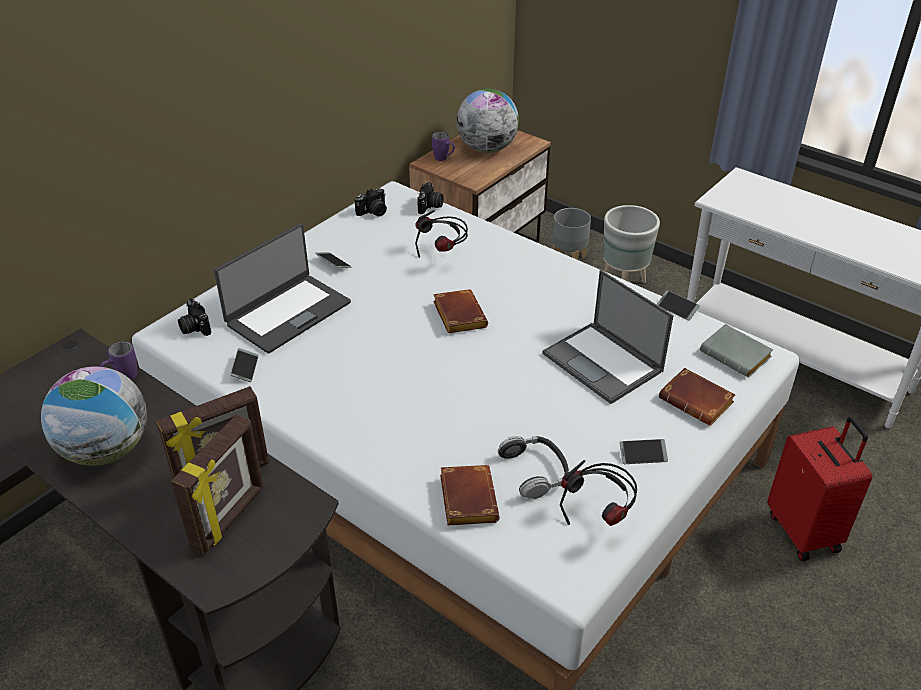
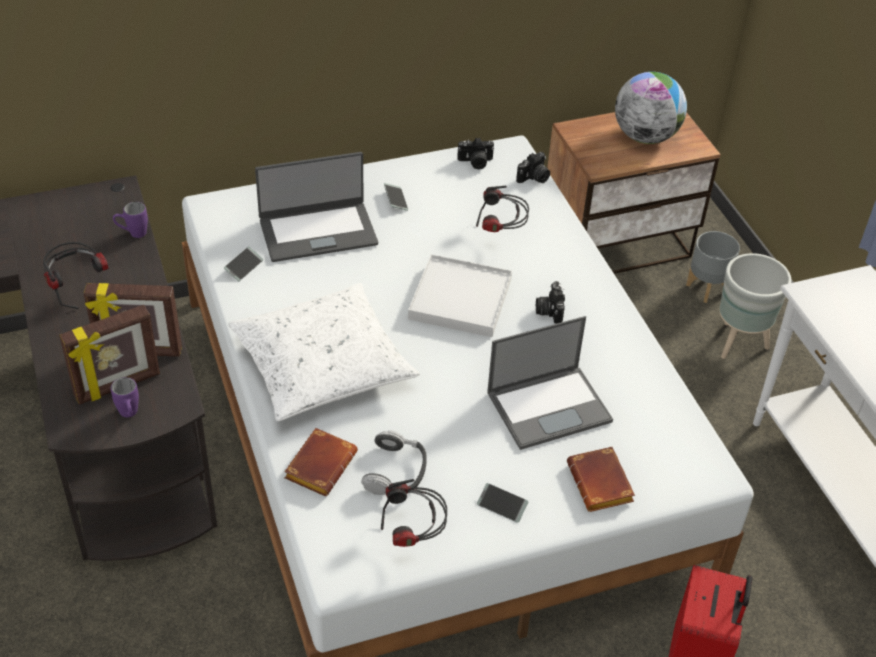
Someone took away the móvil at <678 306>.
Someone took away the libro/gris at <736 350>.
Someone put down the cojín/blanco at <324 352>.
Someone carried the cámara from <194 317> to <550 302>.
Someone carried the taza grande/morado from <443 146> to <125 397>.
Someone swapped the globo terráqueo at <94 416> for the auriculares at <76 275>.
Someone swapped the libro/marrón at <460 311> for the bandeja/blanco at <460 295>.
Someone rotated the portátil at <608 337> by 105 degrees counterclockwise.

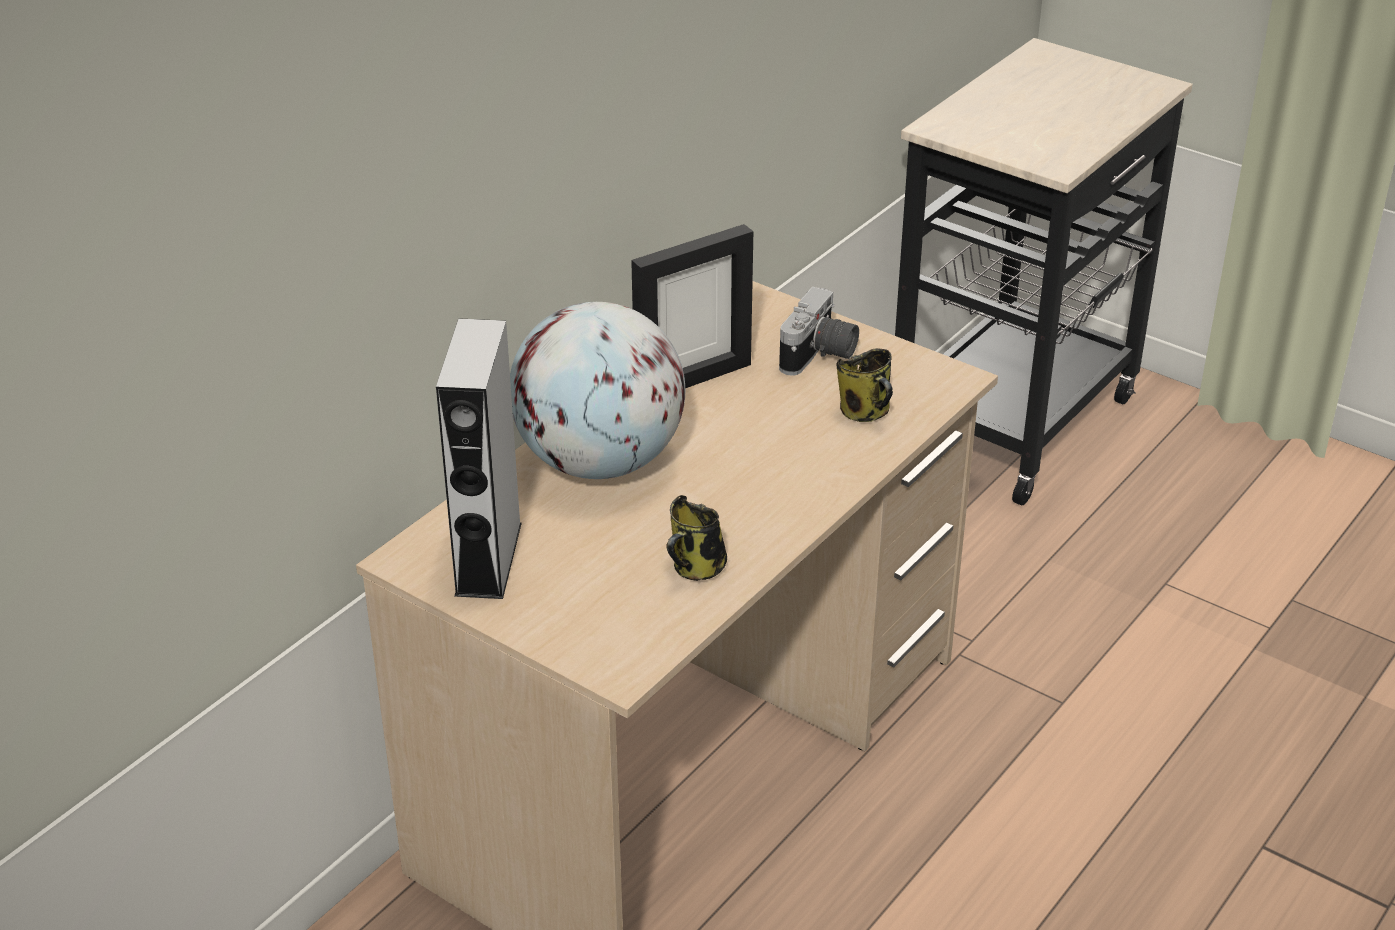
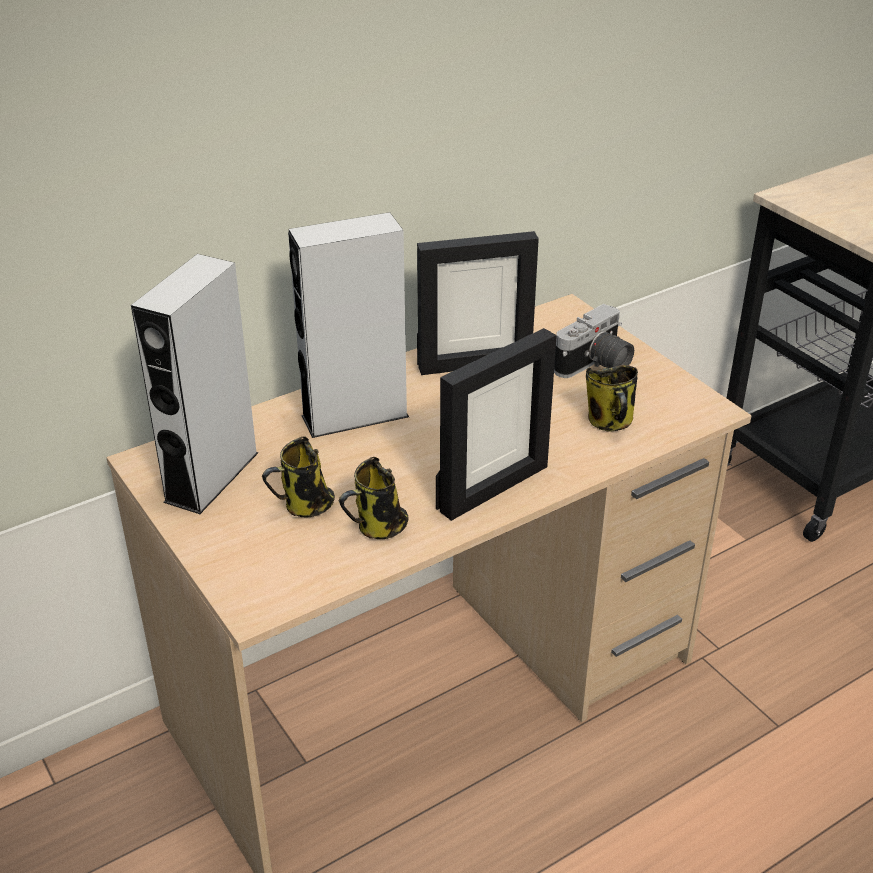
Someone put down the taza grande at <298 477>.
Someone put down the portarretratos at <496 424>.
Someone swapped the globo terráqueo at <597 390> for the altavoz/gris at <348 325>.

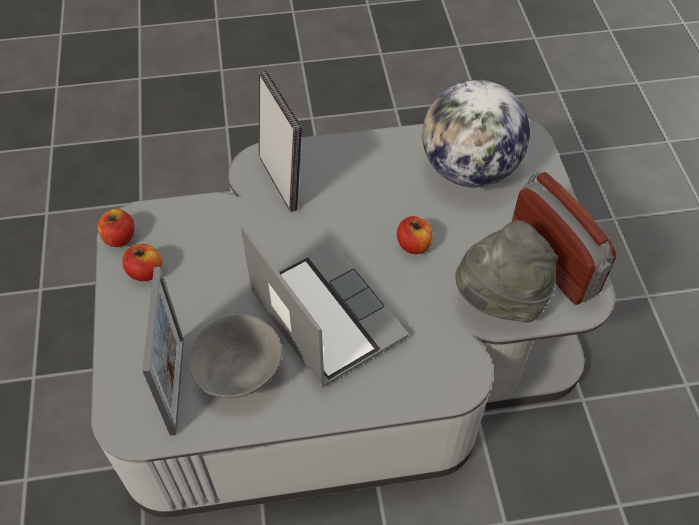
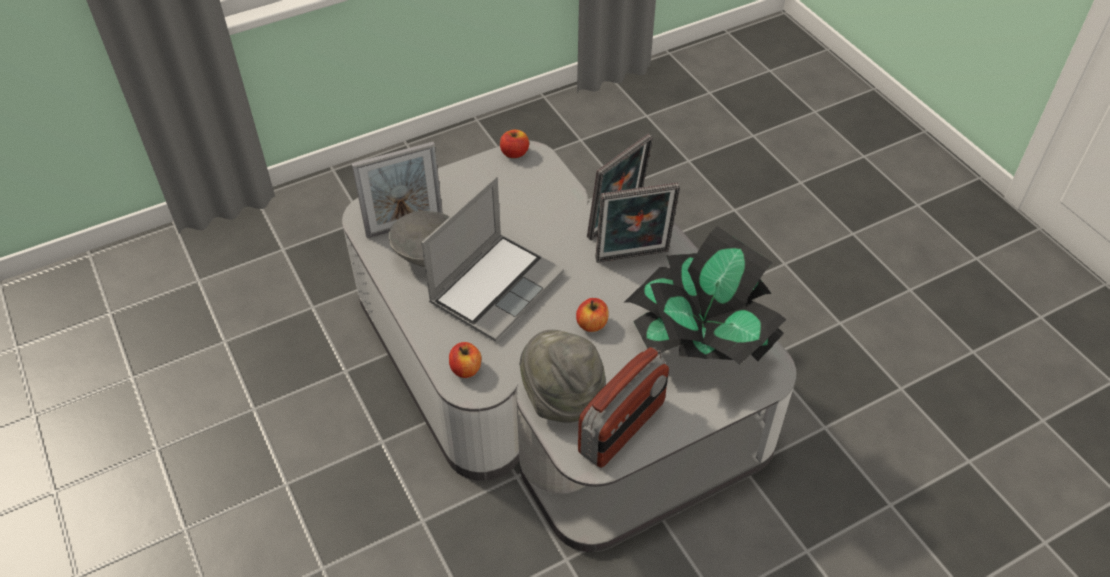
Someone put down the portarretratos at <637 222>.
Someone carried the manzana from <142 262> to <465 360>.
Someone swapped the globo terráqueo at <476 134> for the planta en maceta at <705 295>.

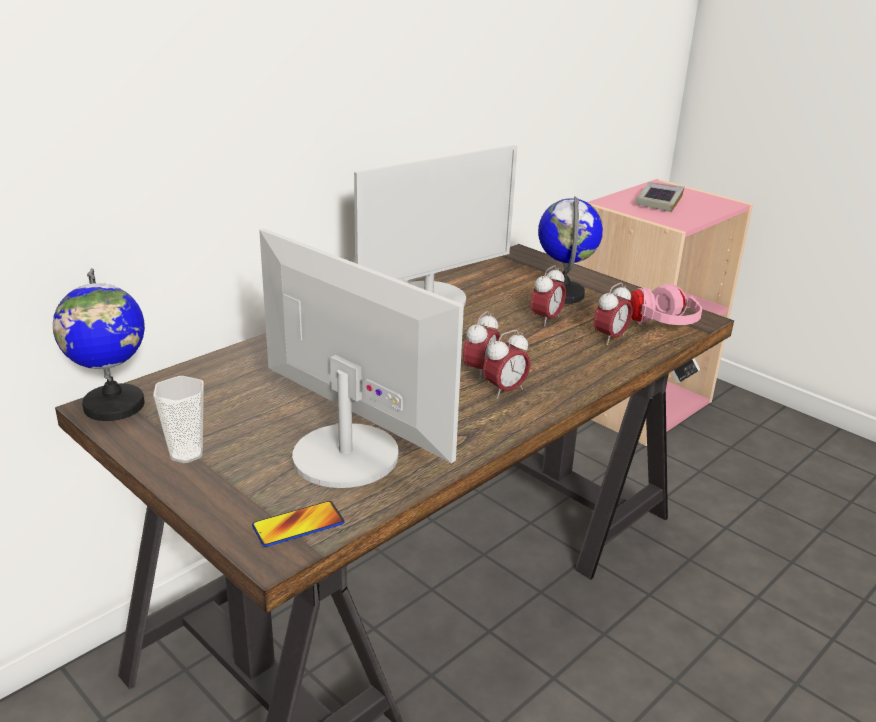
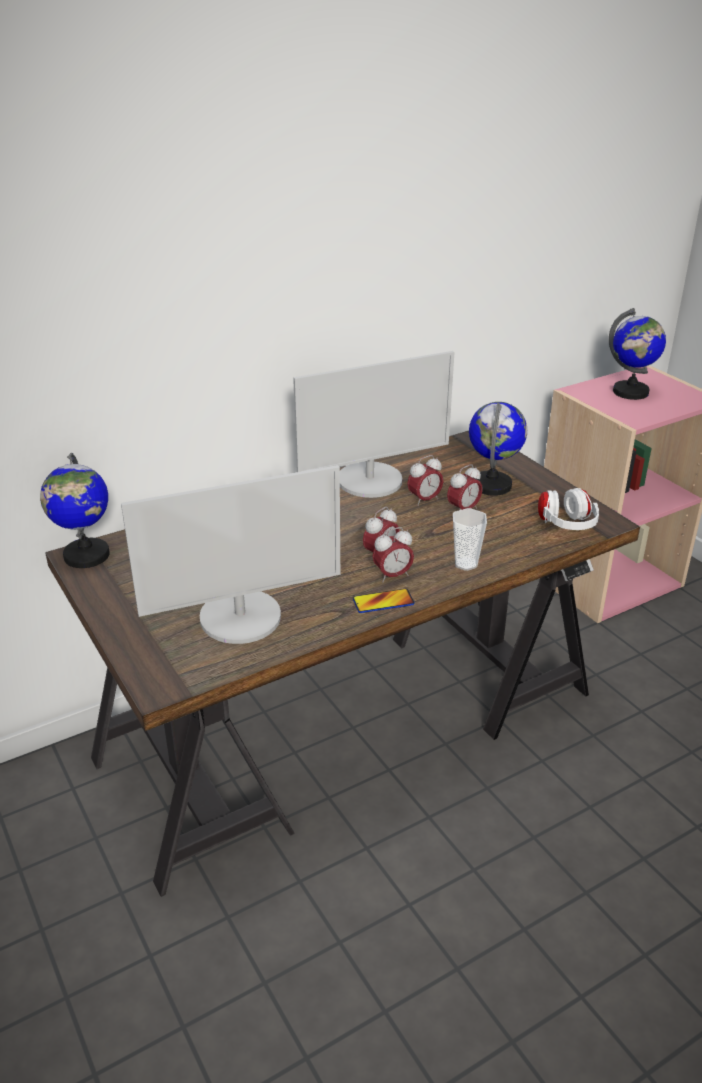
Someone carried the taza from <178 419> to <470 539>.
Someone carried the móvil from <298 524> to <384 601>.
Someone carried the despertador from <613 314> to <425 480>.
Someone swapped the libro at <660 197> for the globo terráqueo at <637 354>.
Someone repainted the auriculares/rosa at <665 304>, which became the auriculares/blanco at <568 509>.
Someone rotated the monitor at <361 358> by 105 degrees clockwise.

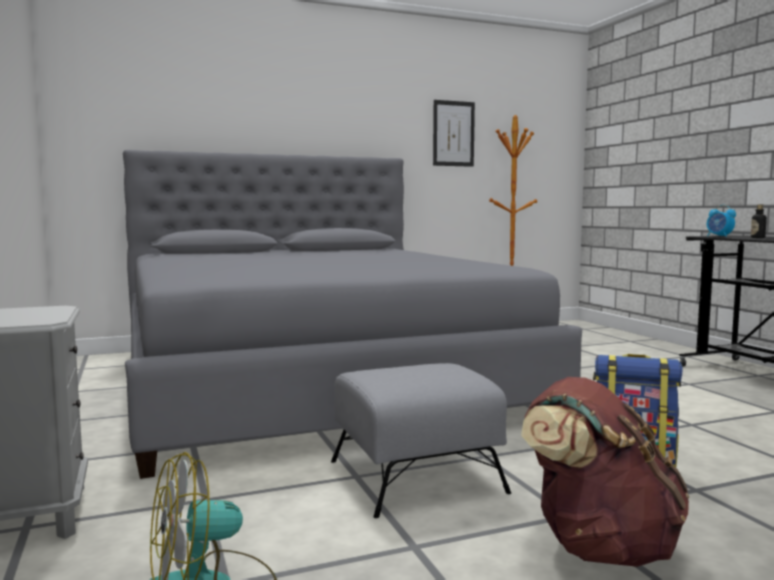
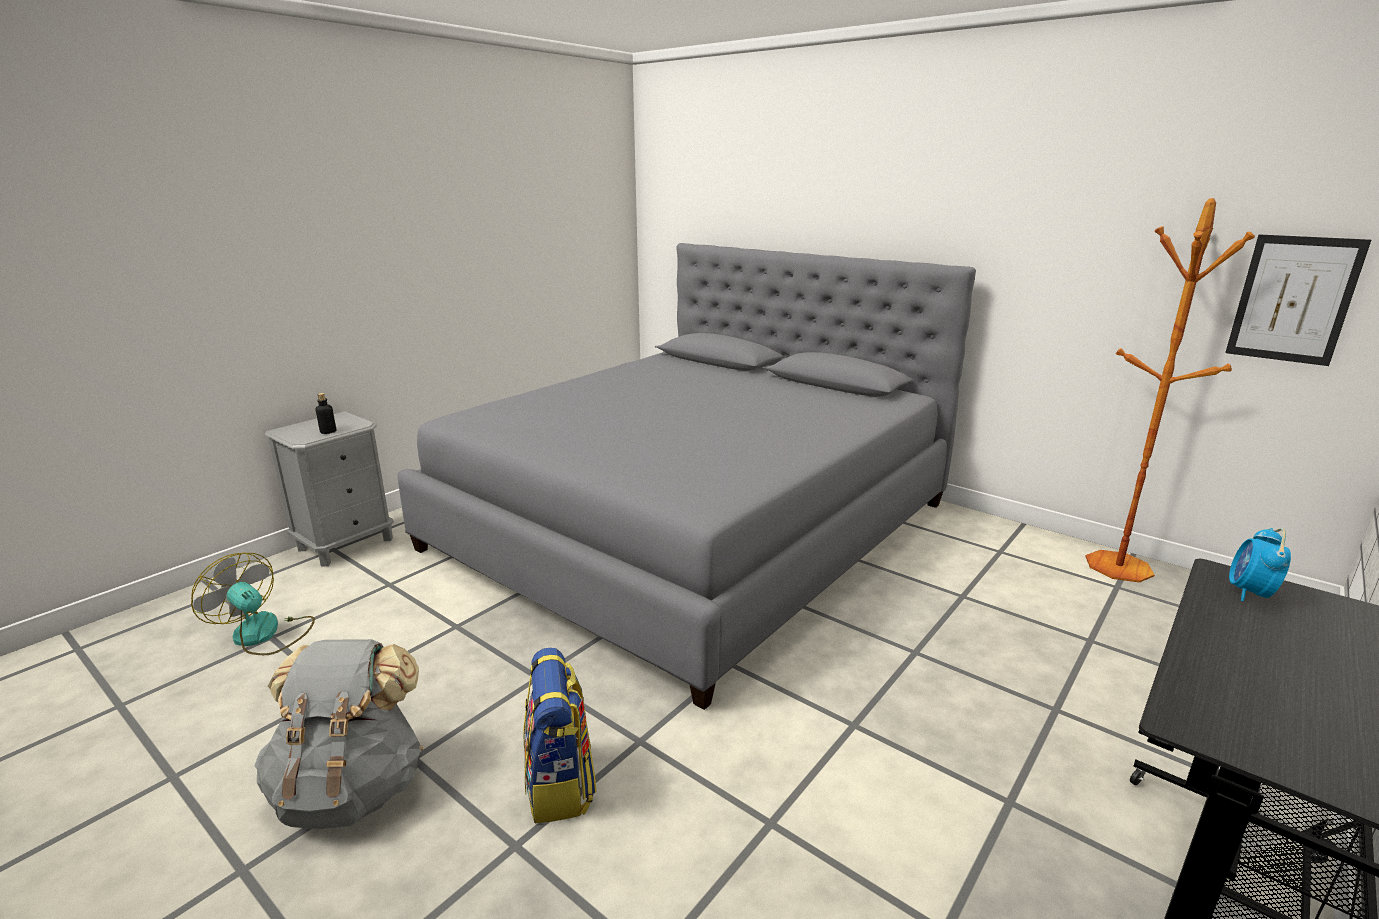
Someone took away the puf/gris at <421 440>.
Someone carried the cuadro from <454 133> to <1298 300>.
Someone carried the botella from <759 221> to <326 413>.
Someone repainted the mochila/marrón at <605 472>, which became the mochila/gris at <338 734>.

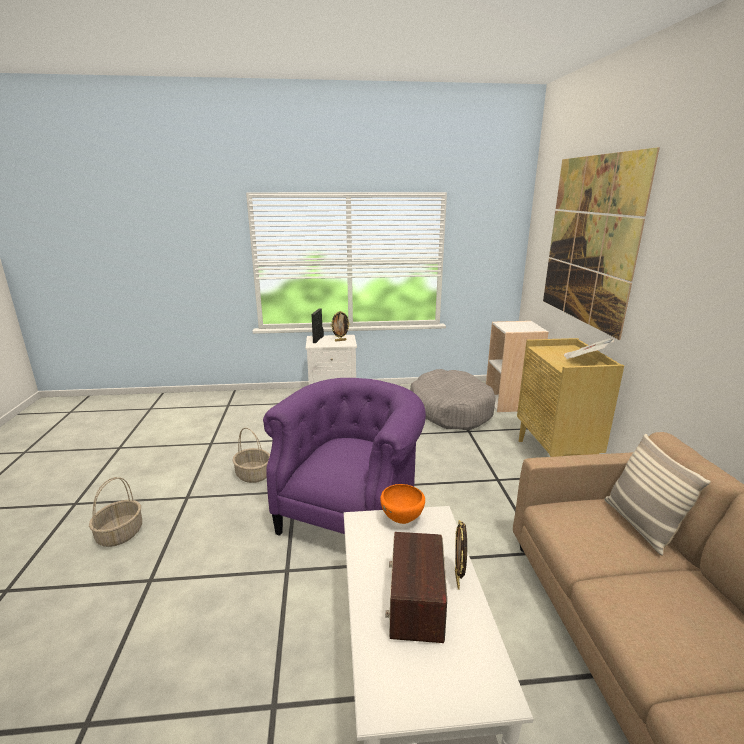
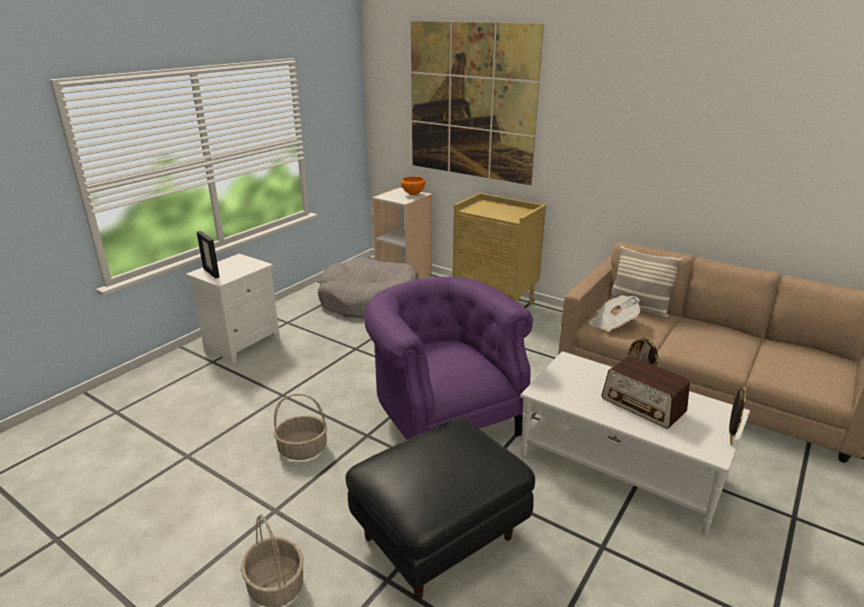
Someone put down the puf/negro at <440 509>.
Someone carried the portarretratos from <340 326> to <737 416>.
Someone carried the cuenco/naranja from <402 504> to <413 186>.
Someone carried the periódico from <589 349> to <615 313>.

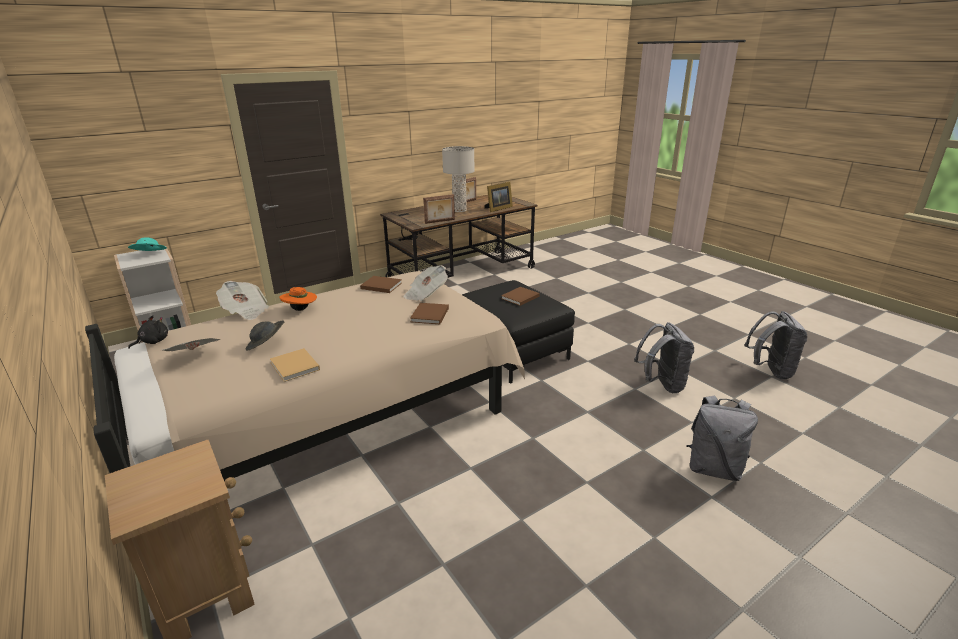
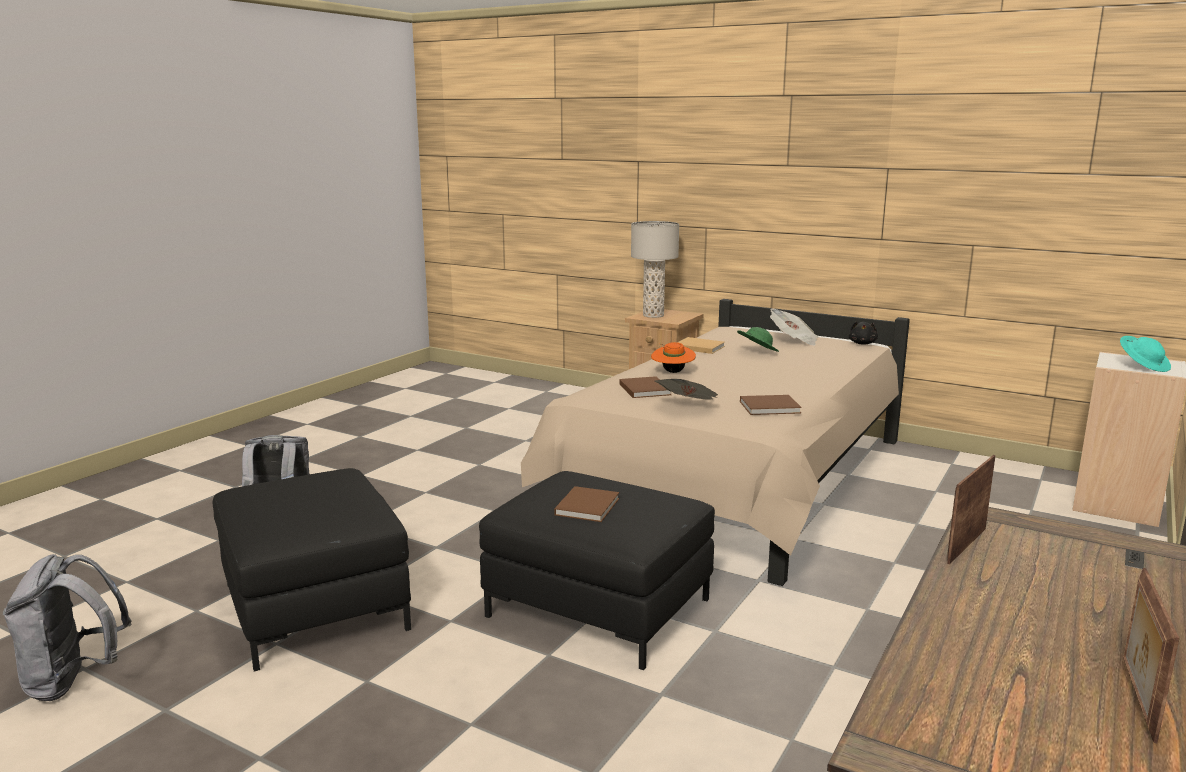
Someone took away the periódico at <242 300>.
Someone took away the portarretratos at <498 197>.
Someone carried the sombrero/naranja from <298 299> to <673 357>.
Someone carried the lámpara de mesa/blanco from <458 179> to <655 269>.
Someone swapped the mochila/gris at <664 357> for the puf/negro at <311 570>.
Someone repainted the sombrero/gris at <265 335>, which became the sombrero/verde at <758 339>.

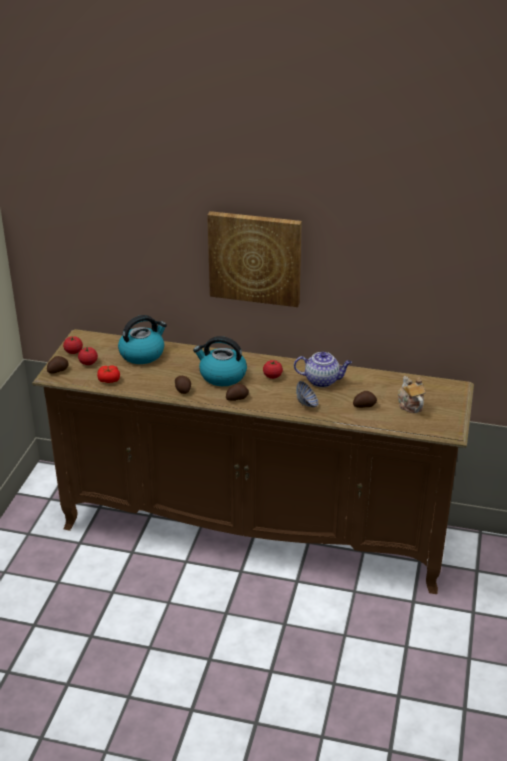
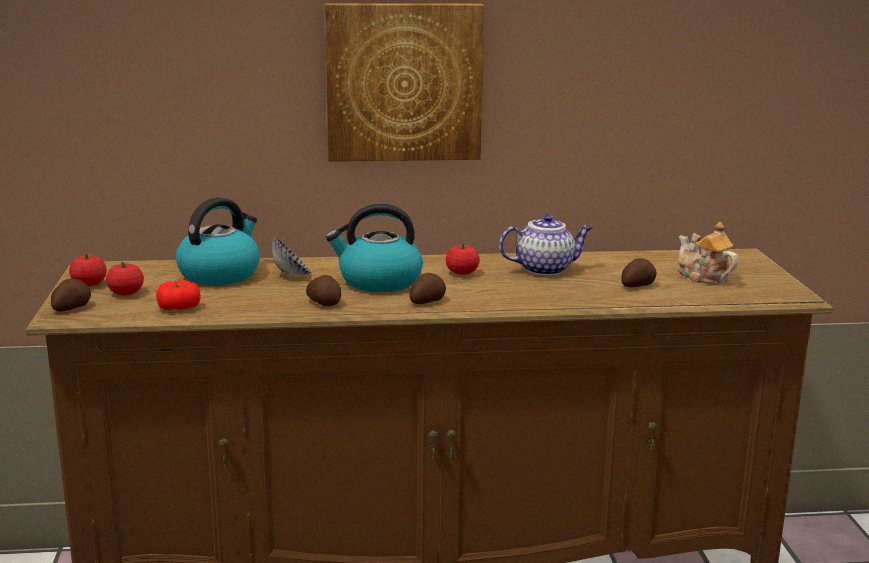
Someone carried the cuenco from <307 394> to <291 256>.

